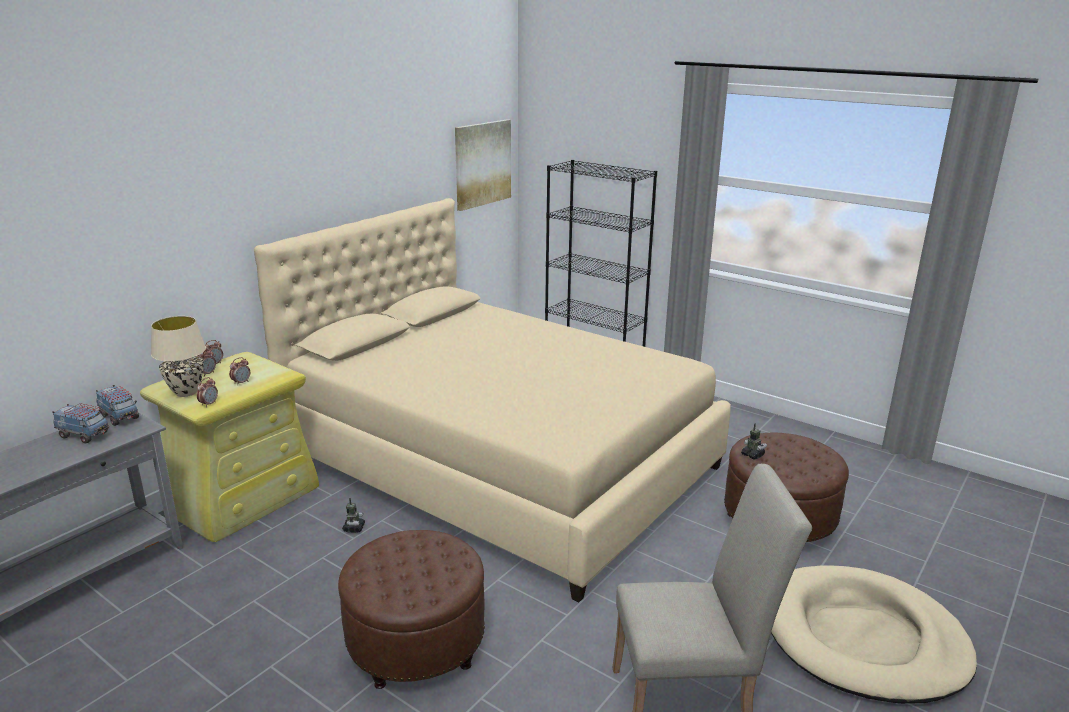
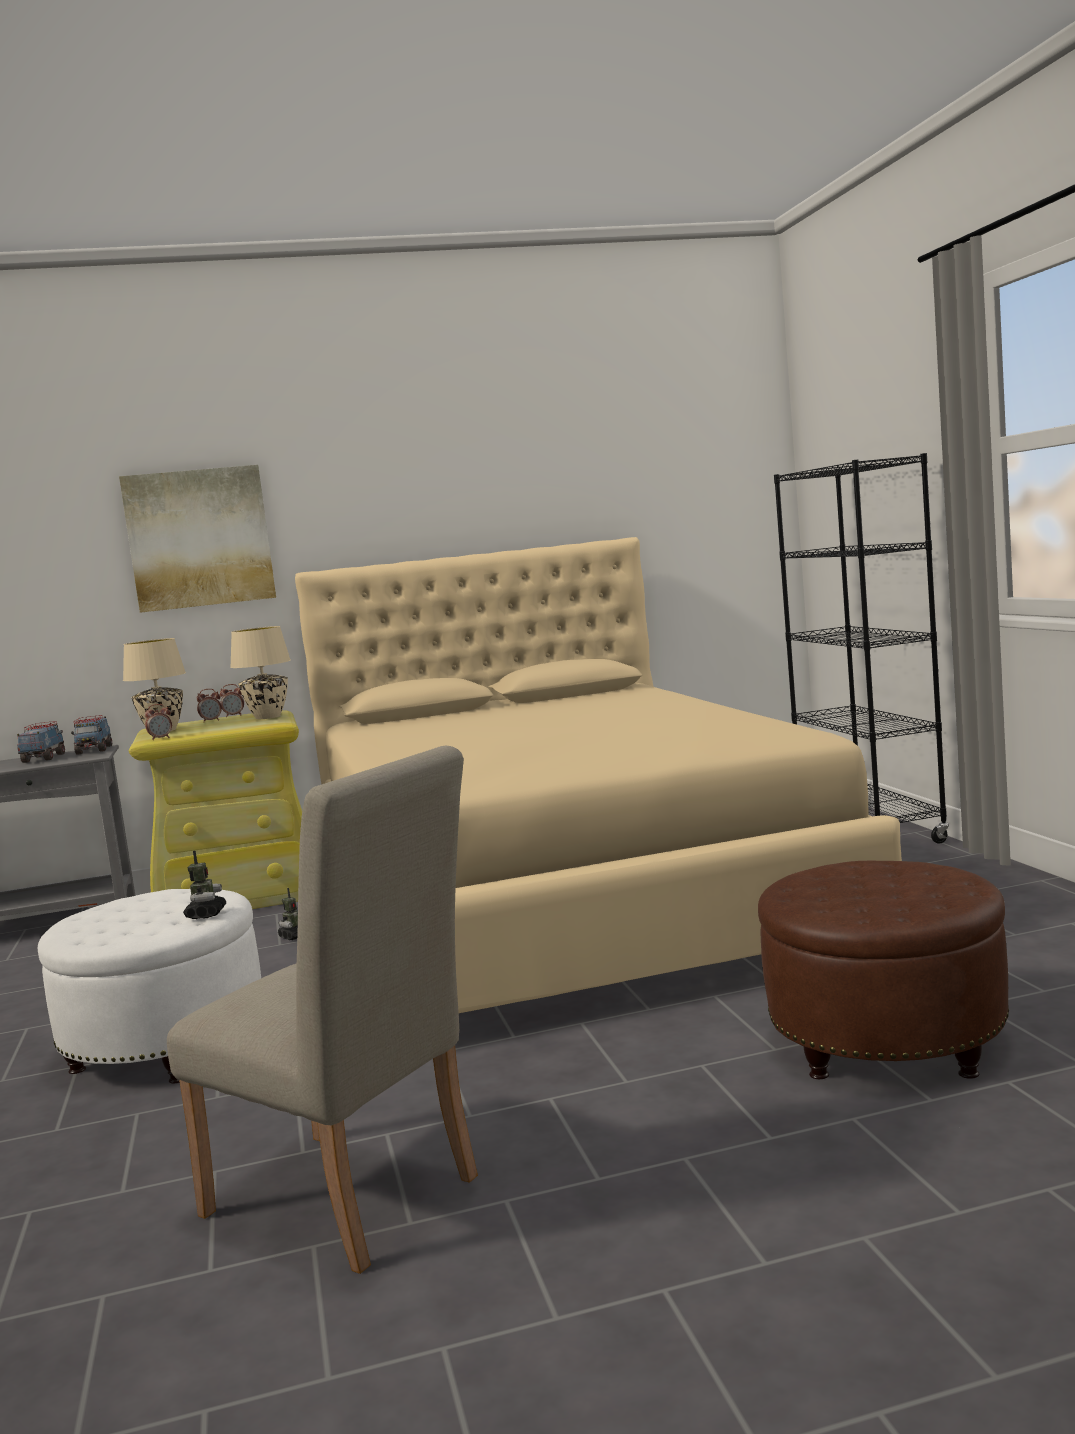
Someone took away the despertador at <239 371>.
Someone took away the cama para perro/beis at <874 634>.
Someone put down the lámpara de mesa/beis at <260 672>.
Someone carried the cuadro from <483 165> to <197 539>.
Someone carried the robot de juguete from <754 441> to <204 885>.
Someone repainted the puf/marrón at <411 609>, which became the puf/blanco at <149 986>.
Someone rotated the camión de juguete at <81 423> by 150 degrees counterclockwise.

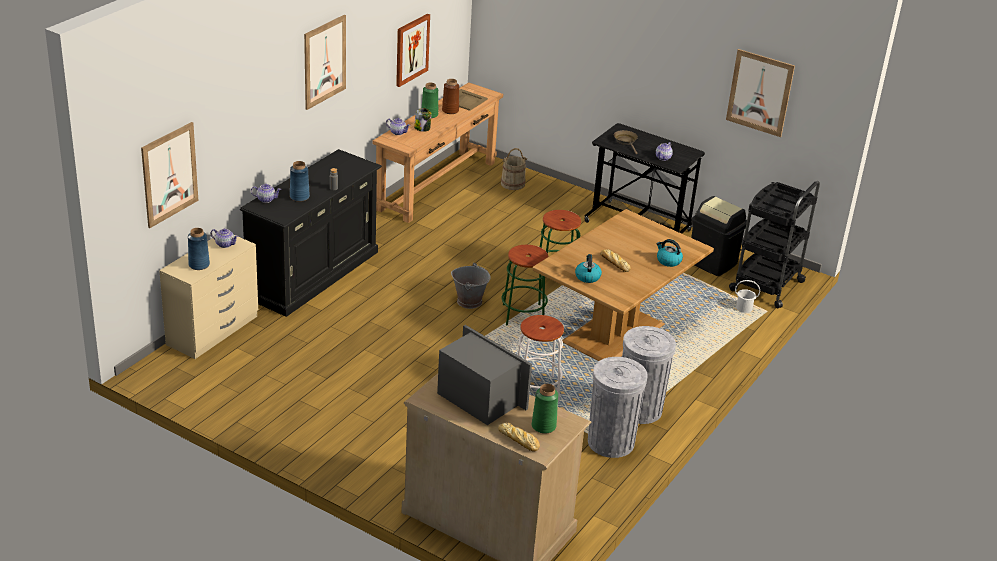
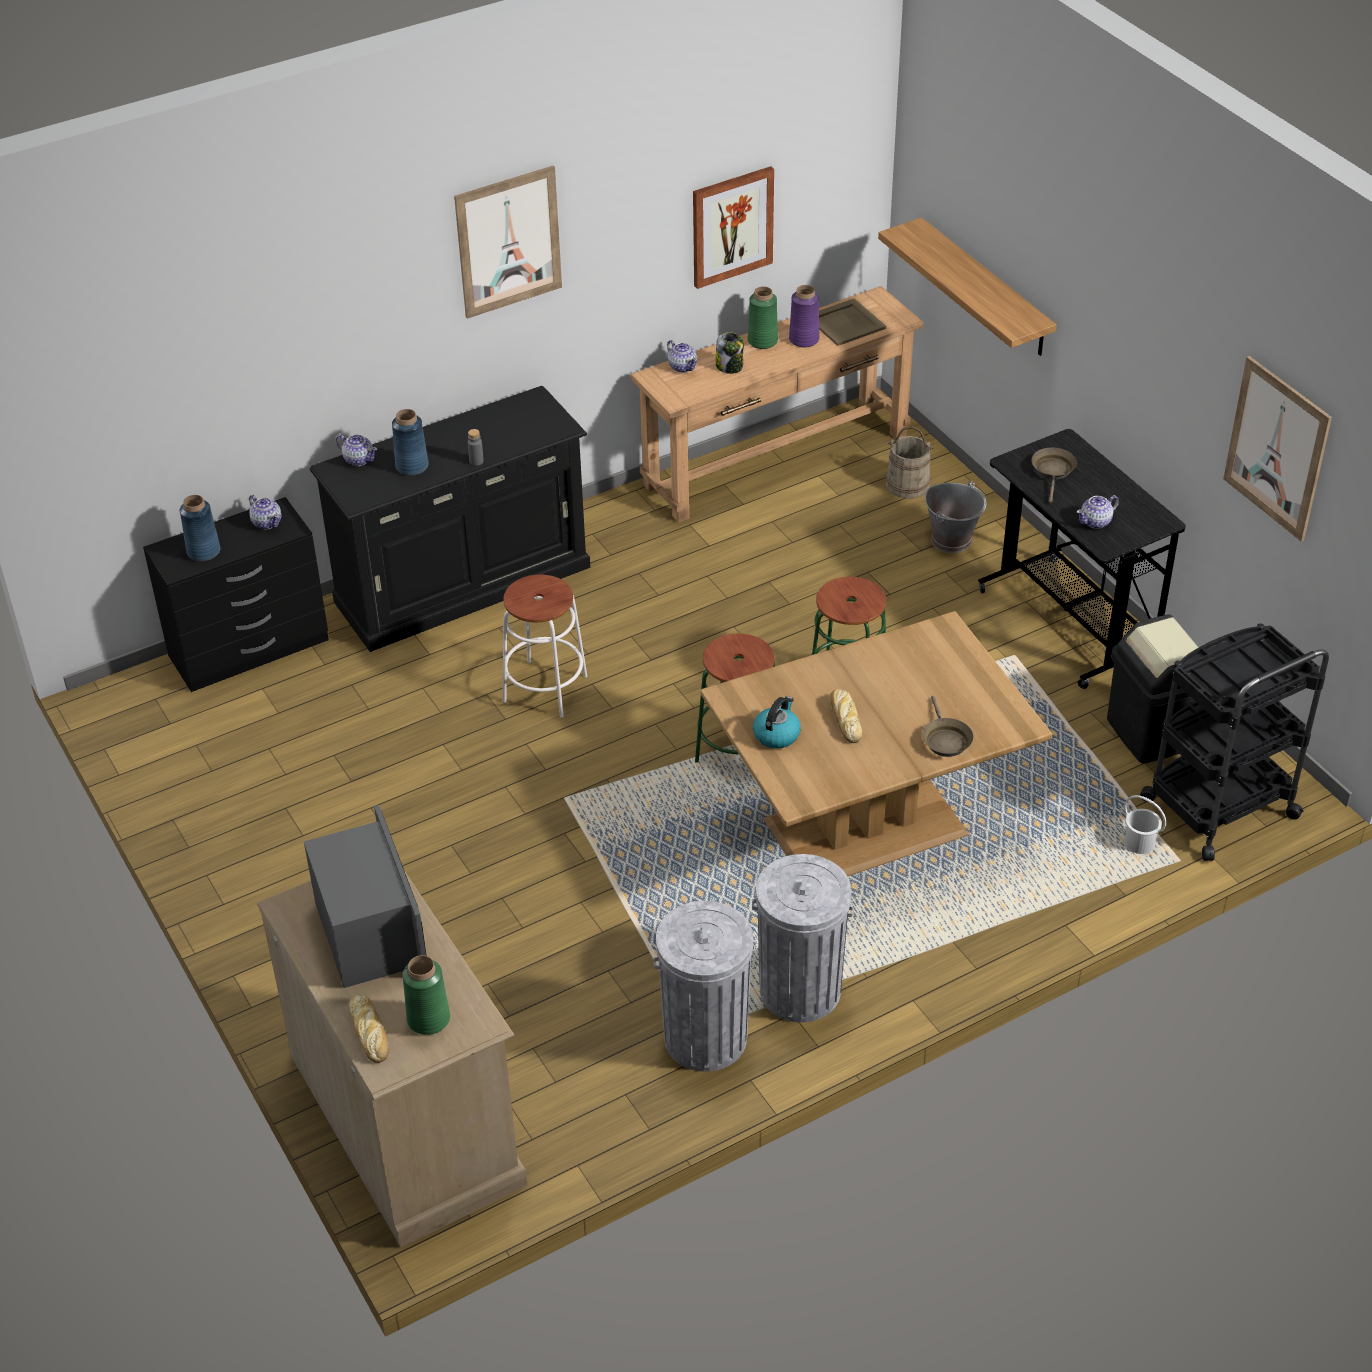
Someone took away the cuadro at <169 175>.
Someone put up the estante at <967 286>.
Someone carried the cubo/gris from <471 286> to <955 517>.
Someone carried the taburete/blanco from <541 358> to <545 646>.
Someone swapped the hervidor at <669 253> for the sartén/marrón at <947 726>.
Someone repainted the cómoda/beis at <208 297>, which became the cómoda/negro at <236 594>.
Someone repainted the florero/marrón at <450 96>, which became the florero/morado at <804 316>.

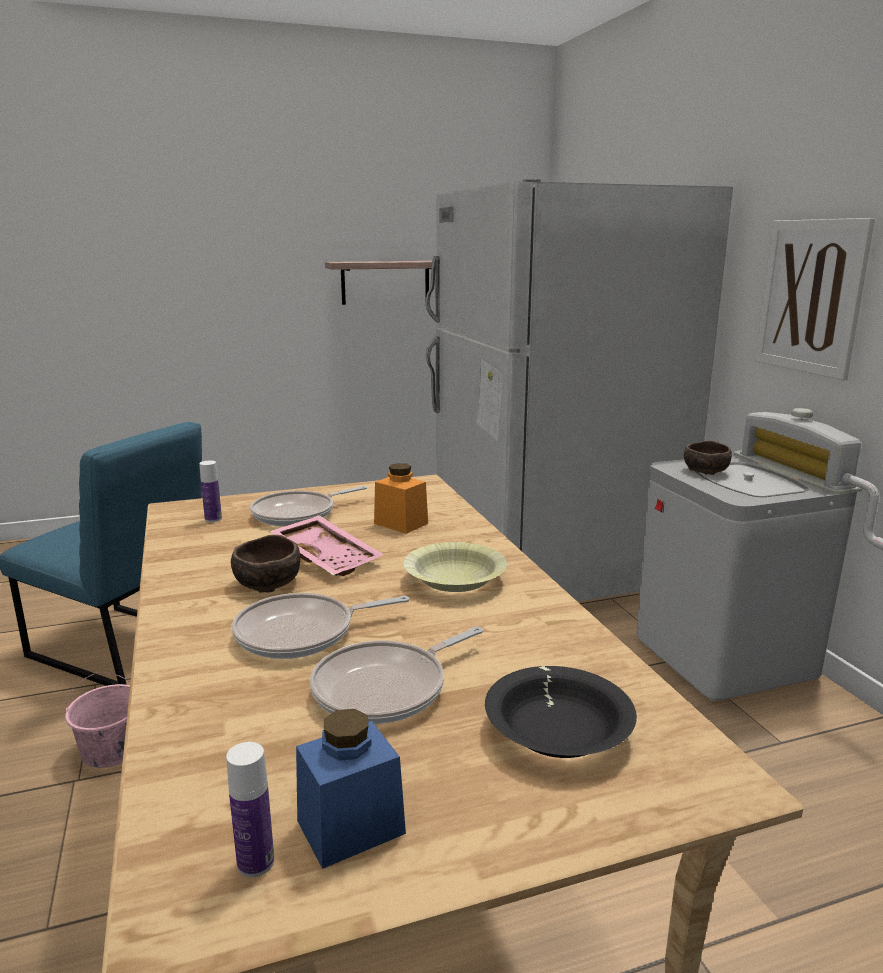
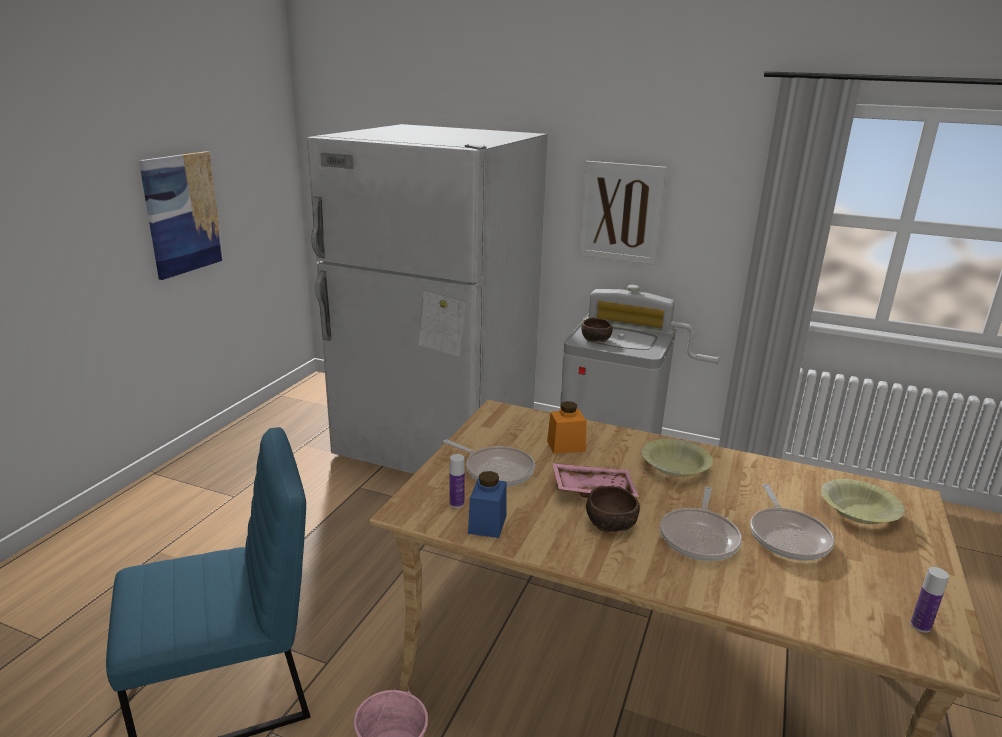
Someone carried the tarro/azul from <351 789> to <487 504>.
Someone swapped the estante at <378 283> for the cuadro at <181 215>.
Someone repainted the cuenco/negro at <561 712>, which became the cuenco/amarillo at <863 501>.
Someone rotated the sartén at <308 506> by 60 degrees counterclockwise.

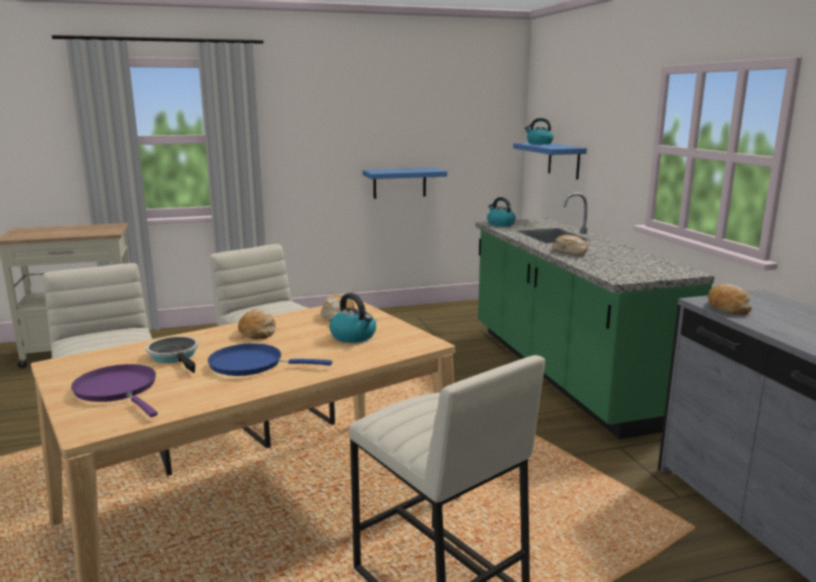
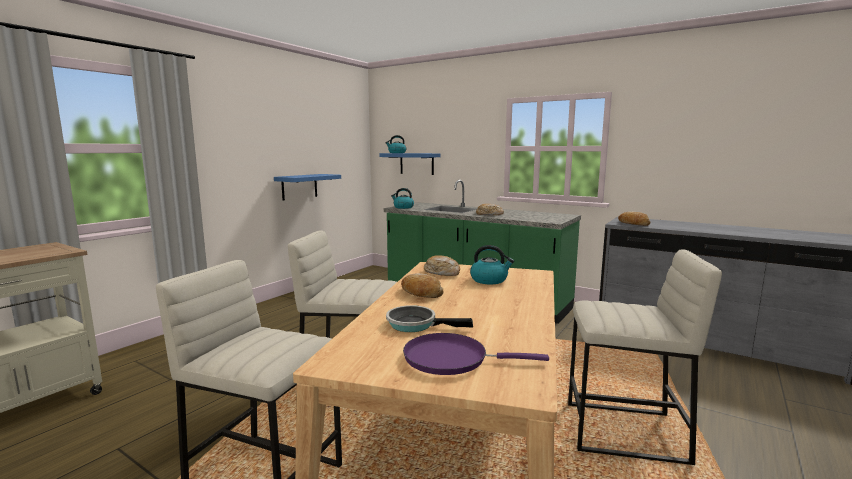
Someone took away the sartén/azul at <270 359>.

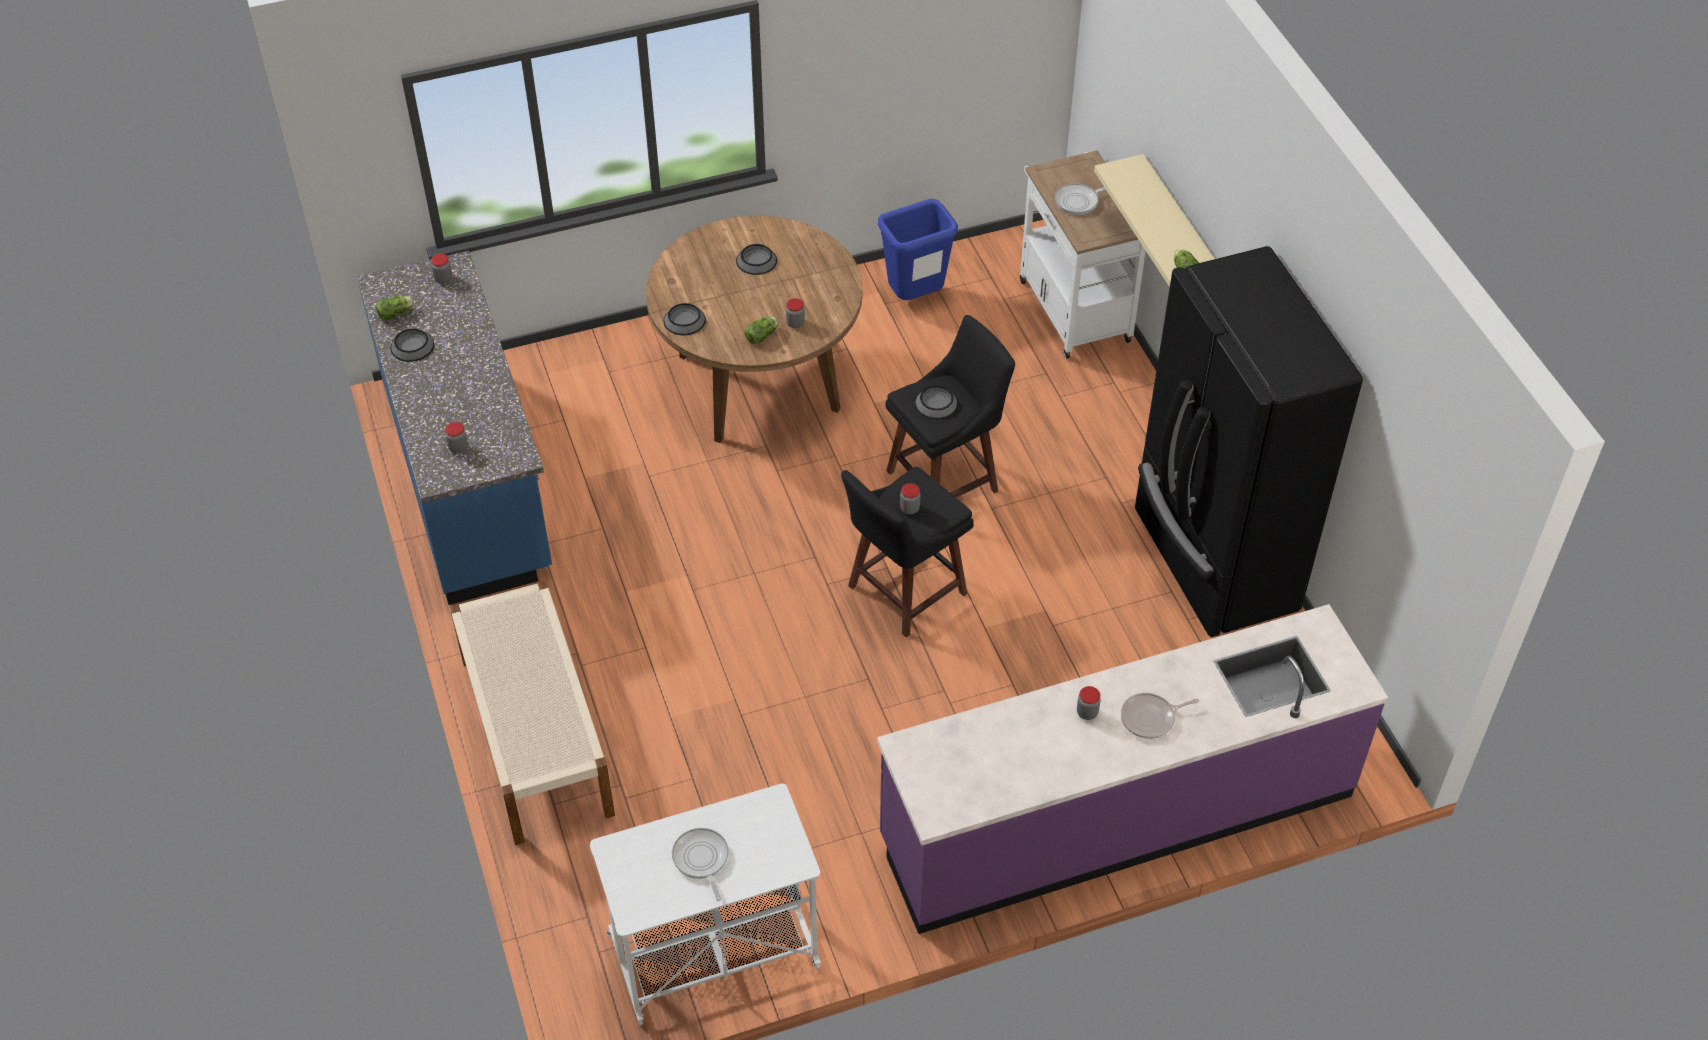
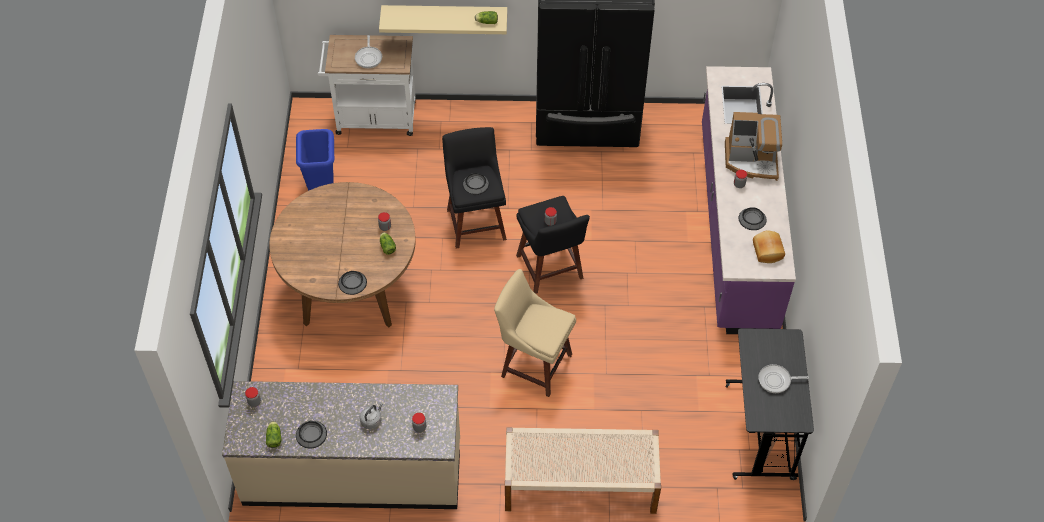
Someone put down the hervidor/gris at <371 416>.
Someone put down the taburete/beis at <535 333>.
Someone put down the pan at <769 246>.
Someone carried the cuenco from <756 259> to <752 218>.
Someone swapped the sartén at <1160 716> for the cafetera at <753 146>.
Someone repainted the mueble bajo de cocina/azul at <454 428>, which became the mueble bajo de cocina/beis at <341 445>.
Someone repainted the escritorio/blanco at <705 904>, which became the escritorio/negro at <770 404>.

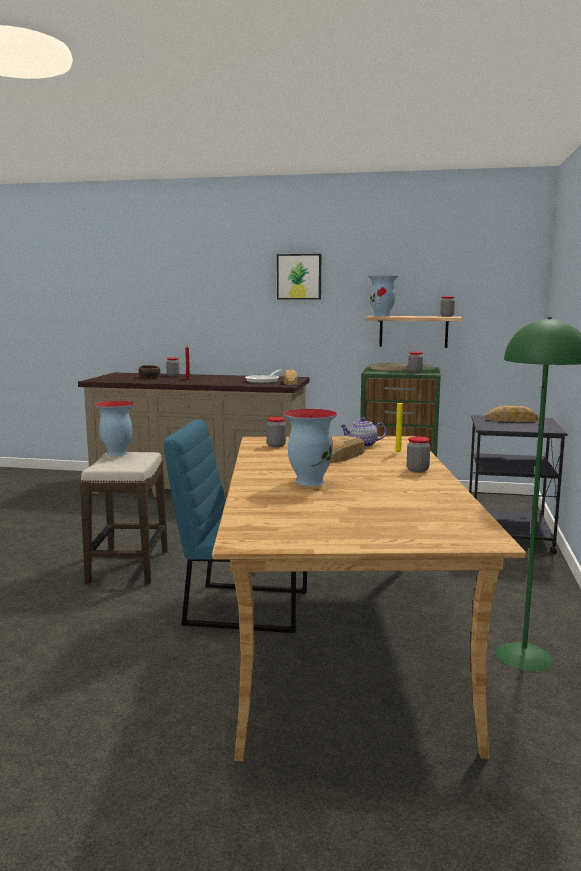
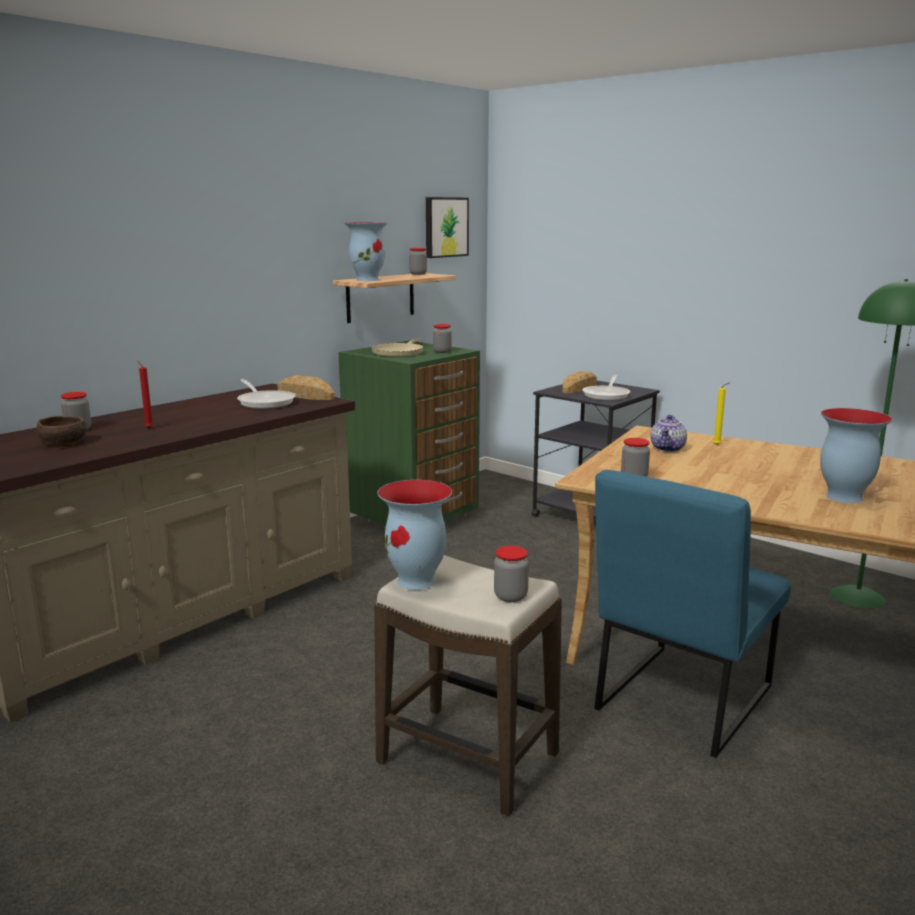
Someone took away the pan at <348 449>.
Someone put down the sartén at <606 388>.
Someone carried the cuadro from <299 277> to <447 227>.
Someone carried the tarro from <418 454> to <511 574>.

